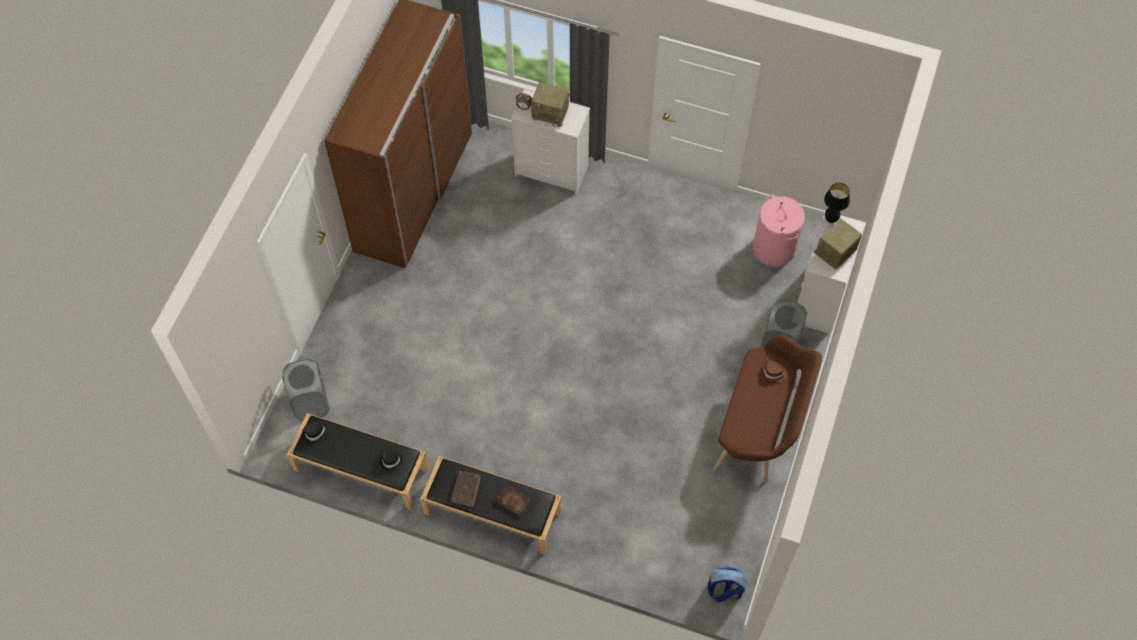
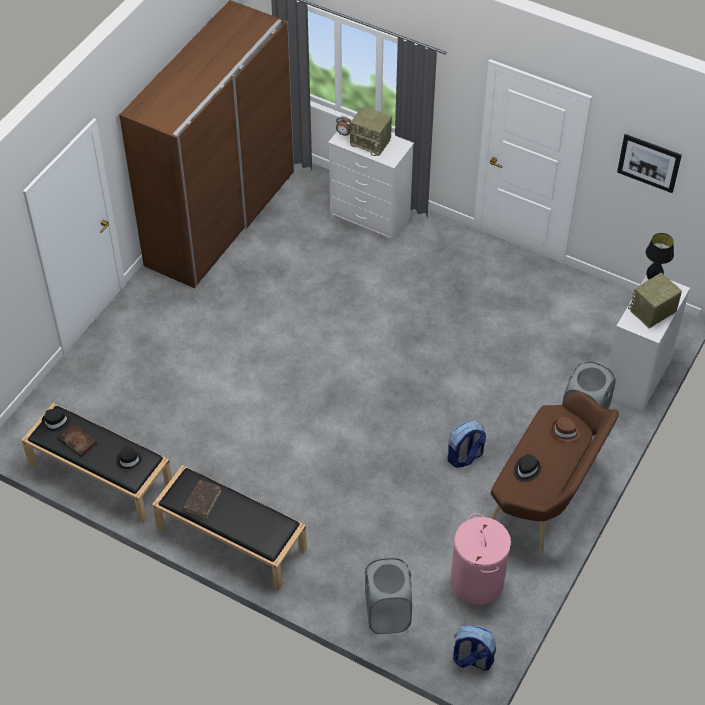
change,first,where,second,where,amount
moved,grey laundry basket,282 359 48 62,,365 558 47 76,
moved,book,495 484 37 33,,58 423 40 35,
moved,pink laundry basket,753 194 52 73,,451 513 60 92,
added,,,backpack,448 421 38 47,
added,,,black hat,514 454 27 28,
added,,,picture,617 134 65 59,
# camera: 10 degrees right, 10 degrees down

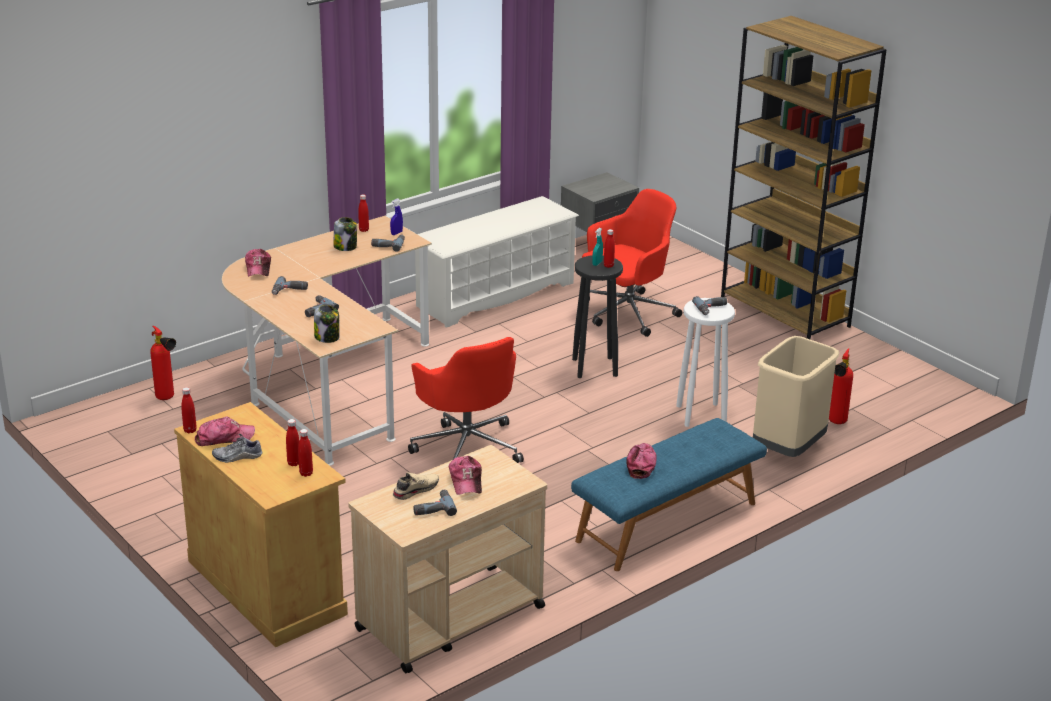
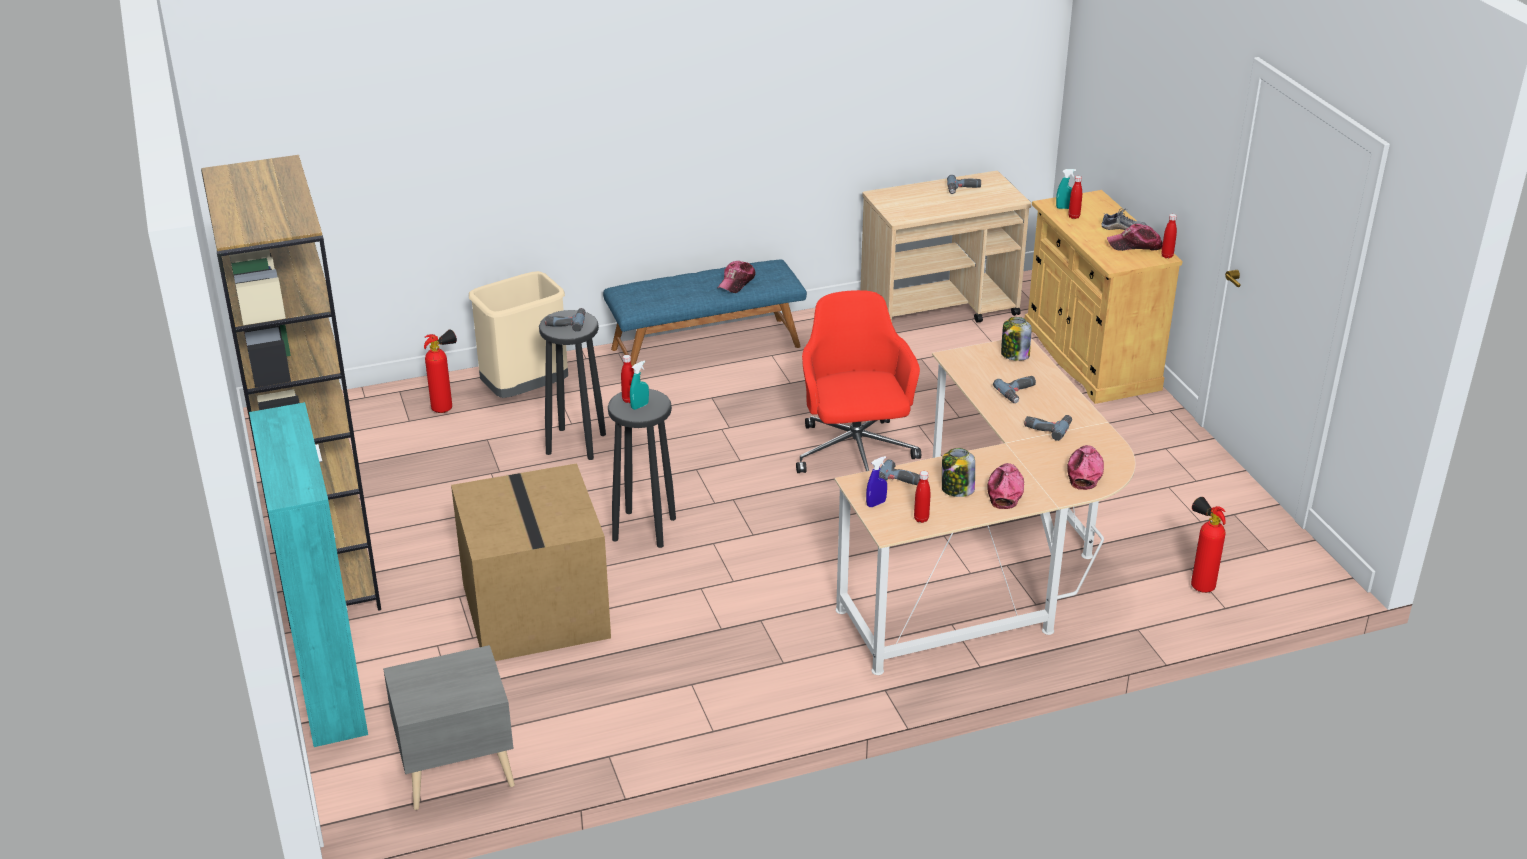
change,first,where,second,where,amount
replaced,red bottle,298 429 15 48,turquoise spray bottle,1056 169 20 40,
removed,beige shoe,392 472 47 28,,,
removed,white shoe rack,415 196 164 132,,,
moved,cap,449 456 33 39,,988 463 36 46,
replaced,red office chair,582 189 100 148,cardboard box,451 463 160 198,
recoloured,white stool,676 298 59 129,black stool,539 310 67 150,
added,,,turquoise cabinet,249 402 119 345,
# camera: 160 degrees left, 5 degrees up

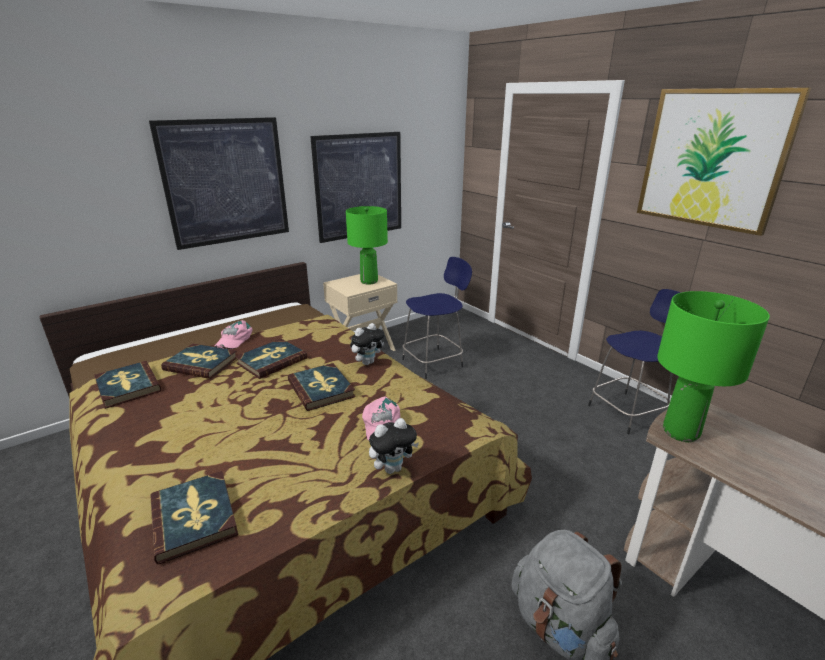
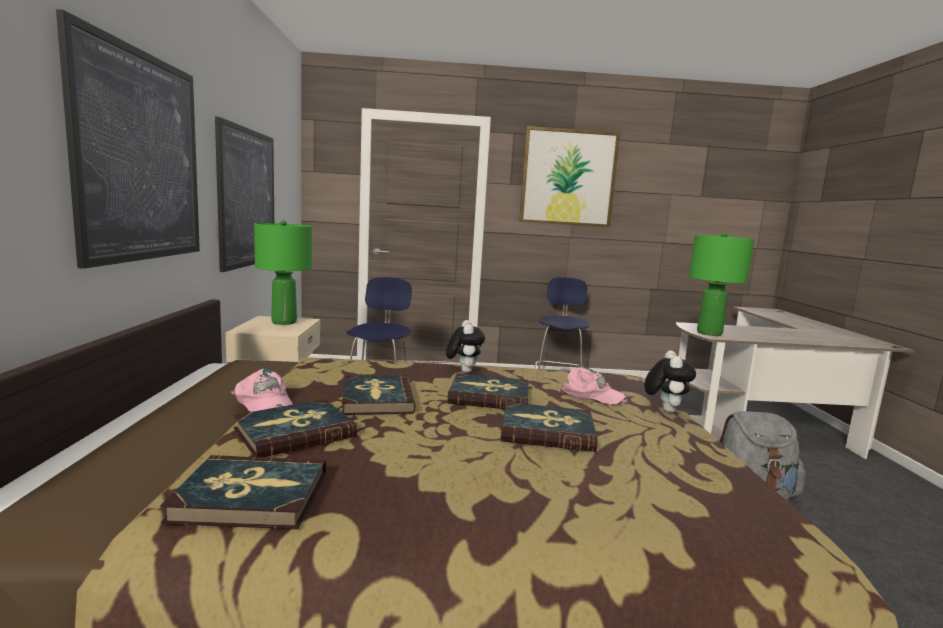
change,first,where,second,where,amount
moved,book,151 471 87 93,,500 402 98 50,
# camera: 55 degrees left, 15 degrees down

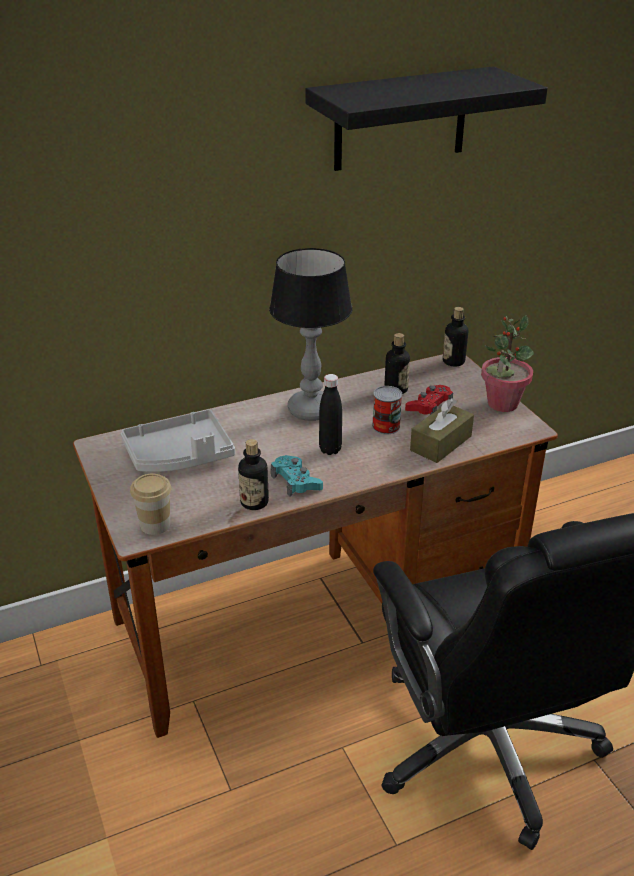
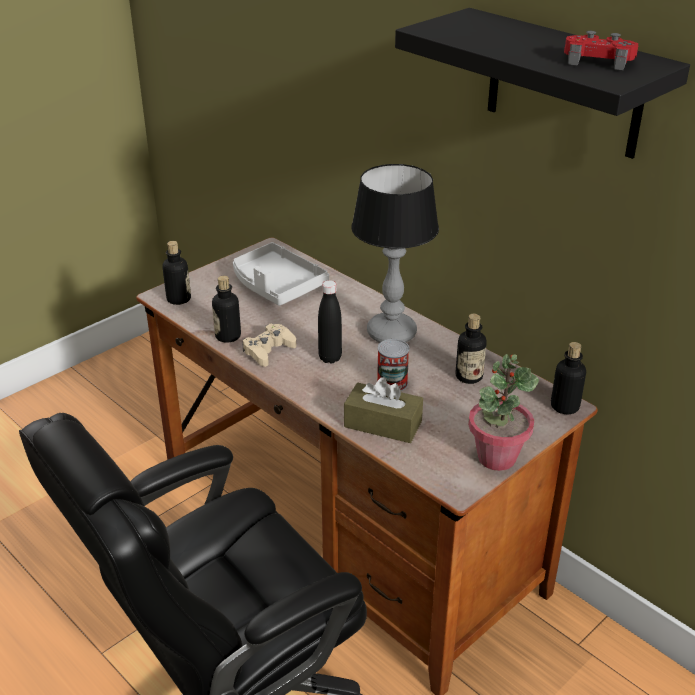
change,first,where,second,where,amount
replaced,cup,130 473 41 62,bottle,162 241 29 64,
recoloured,turquoise game controller,271 455 52 42,beige game controller,243 323 53 44,
moved,red game controller,405 385 48 30,,564 31 74 39,
# camera: 70 degrees right, 0 degrees up

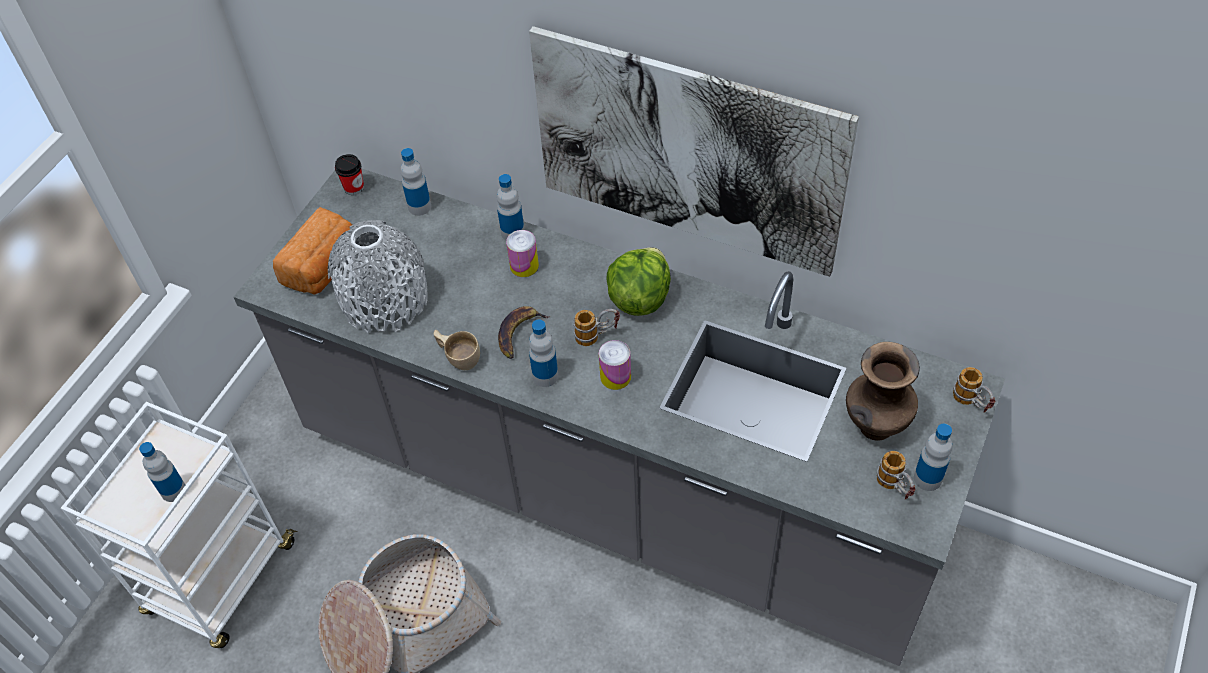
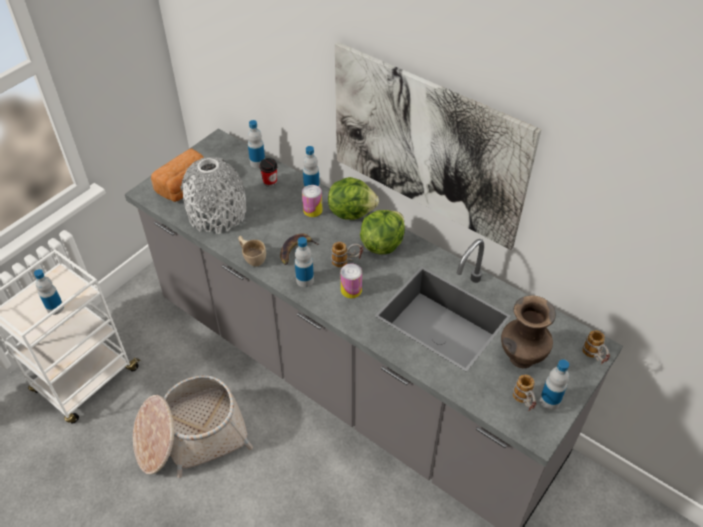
change,first,where,second,where,amount
moved,cup,335 154 29 41,,259 158 19 29,
added,,,lettuce,328 177 51 43,
# camera: 10 degrees right, 5 degrees down

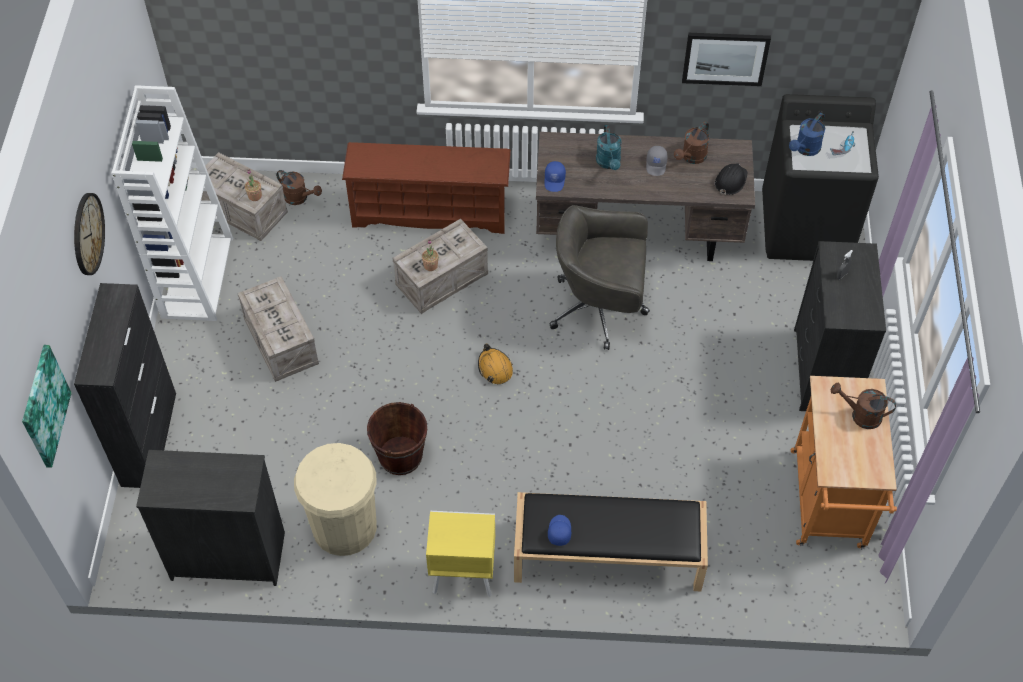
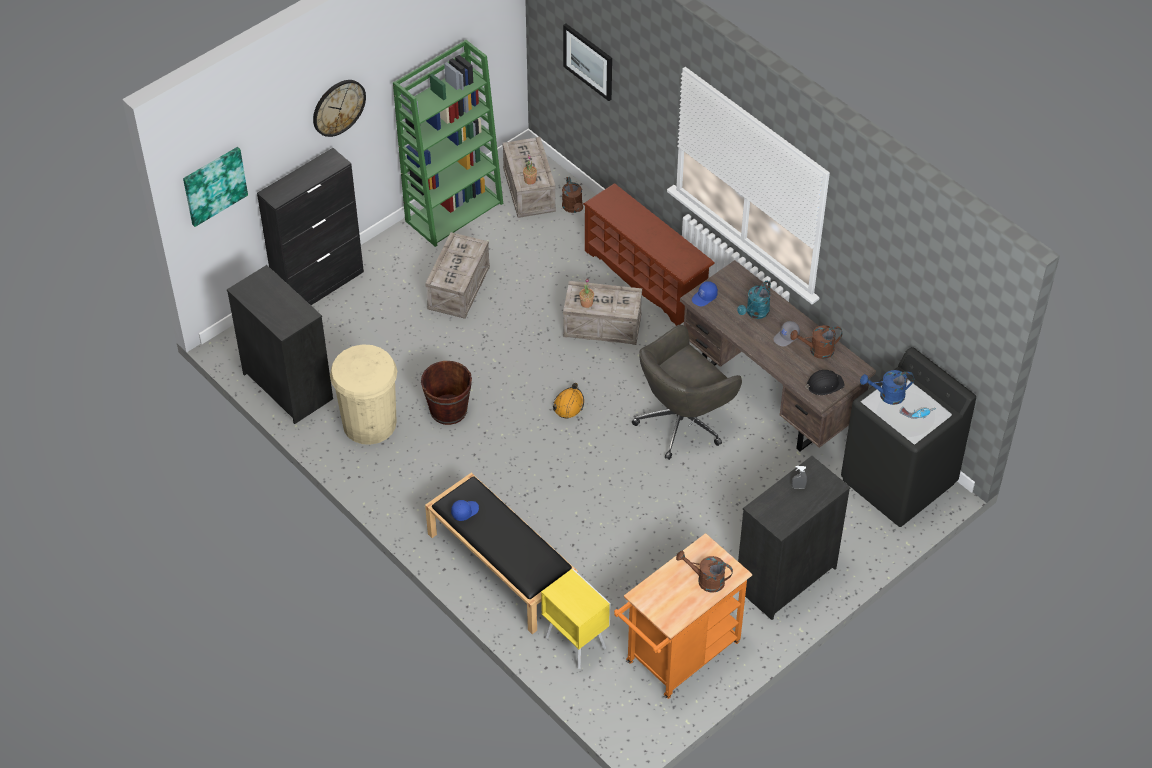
change,first,where,second,where,amount
recoloured,white bookcase,111 85 122 236,green bookcase,393 40 110 207,
moved,yellow nightstand,426 511 69 86,,541 568 69 101,
turned,grey office chair,550 205 100 145,,632 325 110 135,90 degrees counterclockwise
moved,picture,682 33 89 53,,563 23 49 78,
turned,brown watering can,831 383 65 46,,676 550 57 43,45 degrees counterclockwise
# camera: 45 degrees right, 5 degrees down

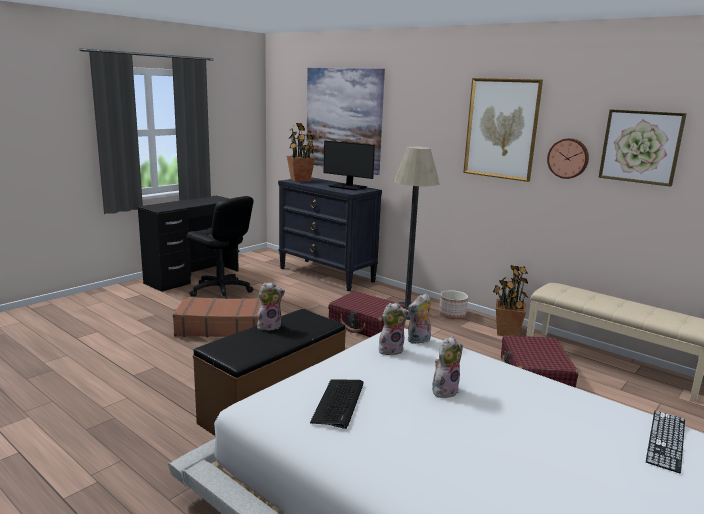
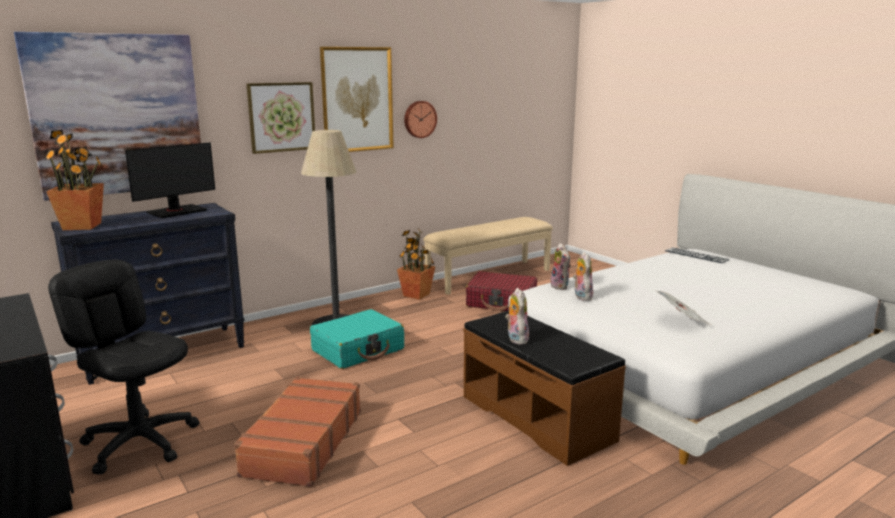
change,first,where,second,where,amount
turned,black office chair,187 196 67 103,,48 259 152 216,105 degrees counterclockwise
replaced,keyboard,310 380 53 49,newspaper,656 291 56 34,
recoloured,red suitcase,328 291 77 46,turquoise suitcase,310 309 94 60,
removed,plush toy,432 336 31 63,,,
removed,planter,439 291 29 28,,,
moved,picture,598 109 89 78,,247 82 68 72,
# camera: 75 degrees left, 0 degrees up

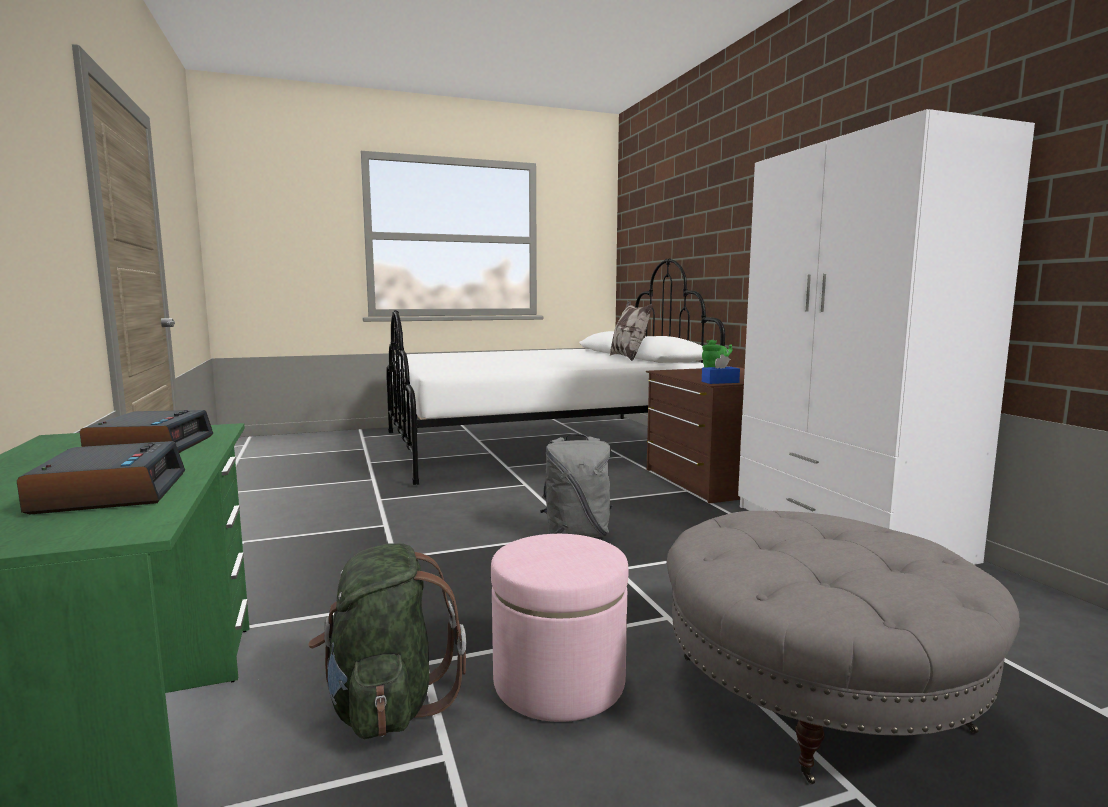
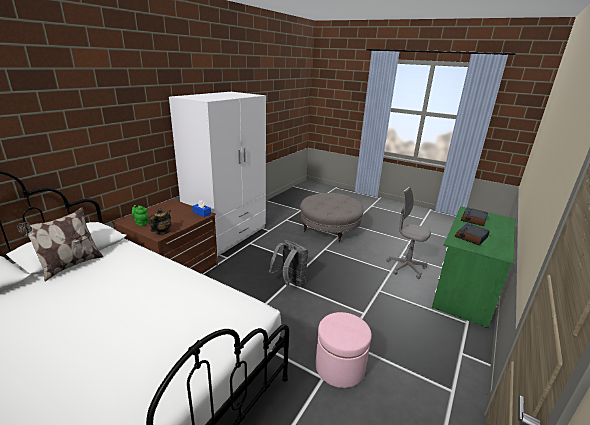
change,first,where,second,where,amount
replaced,green backpack,308 543 158 196,grey office chair,386 187 45 92,
moved,pink ottoman,491 534 137 188,,315 312 57 76,
added,,,teapot,150 208 21 27,
# camera: 130 degrees left, 15 degrees up

